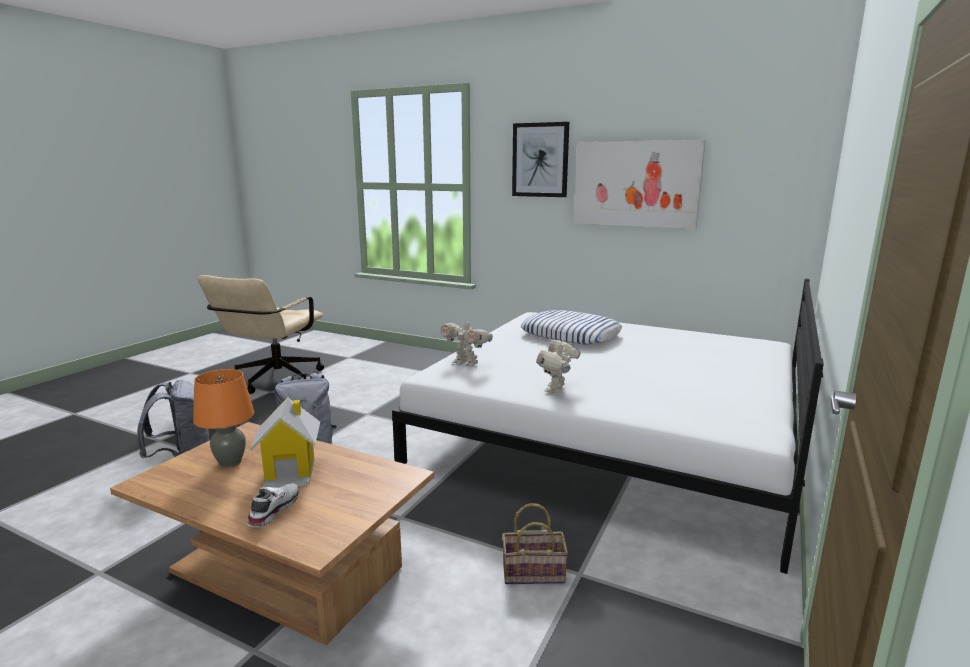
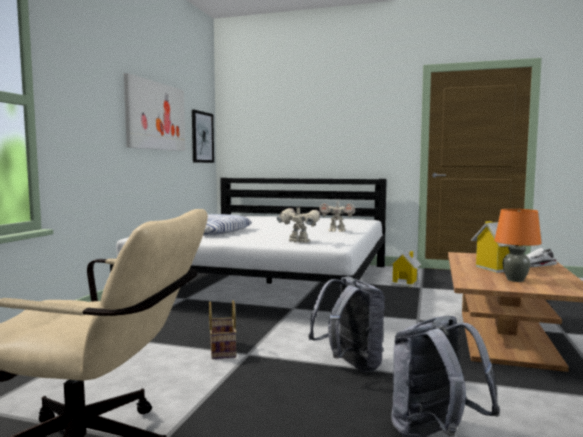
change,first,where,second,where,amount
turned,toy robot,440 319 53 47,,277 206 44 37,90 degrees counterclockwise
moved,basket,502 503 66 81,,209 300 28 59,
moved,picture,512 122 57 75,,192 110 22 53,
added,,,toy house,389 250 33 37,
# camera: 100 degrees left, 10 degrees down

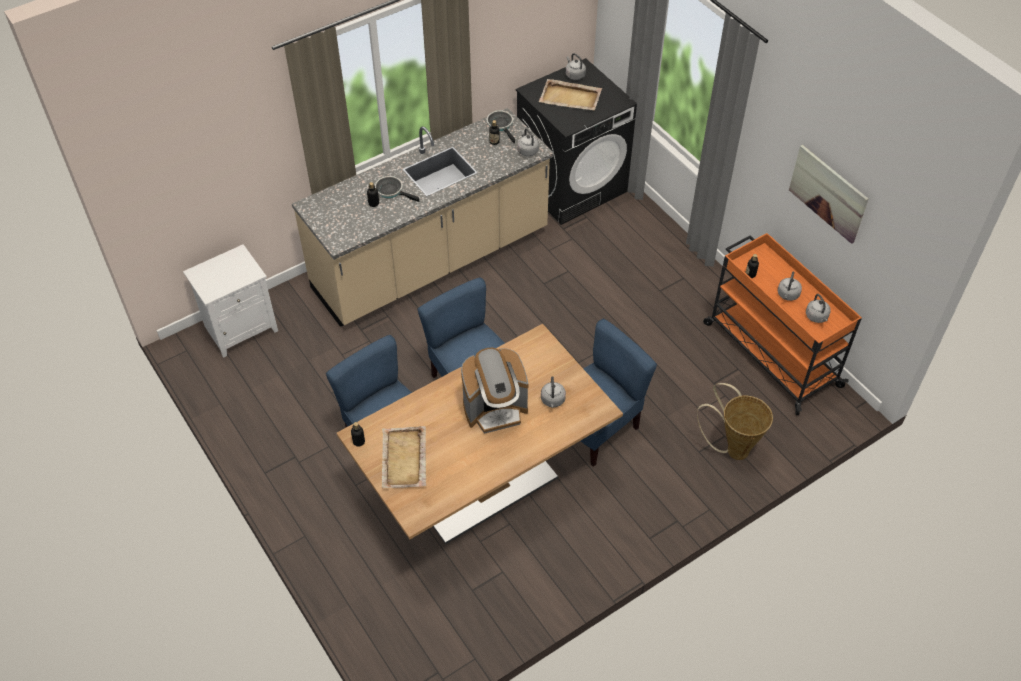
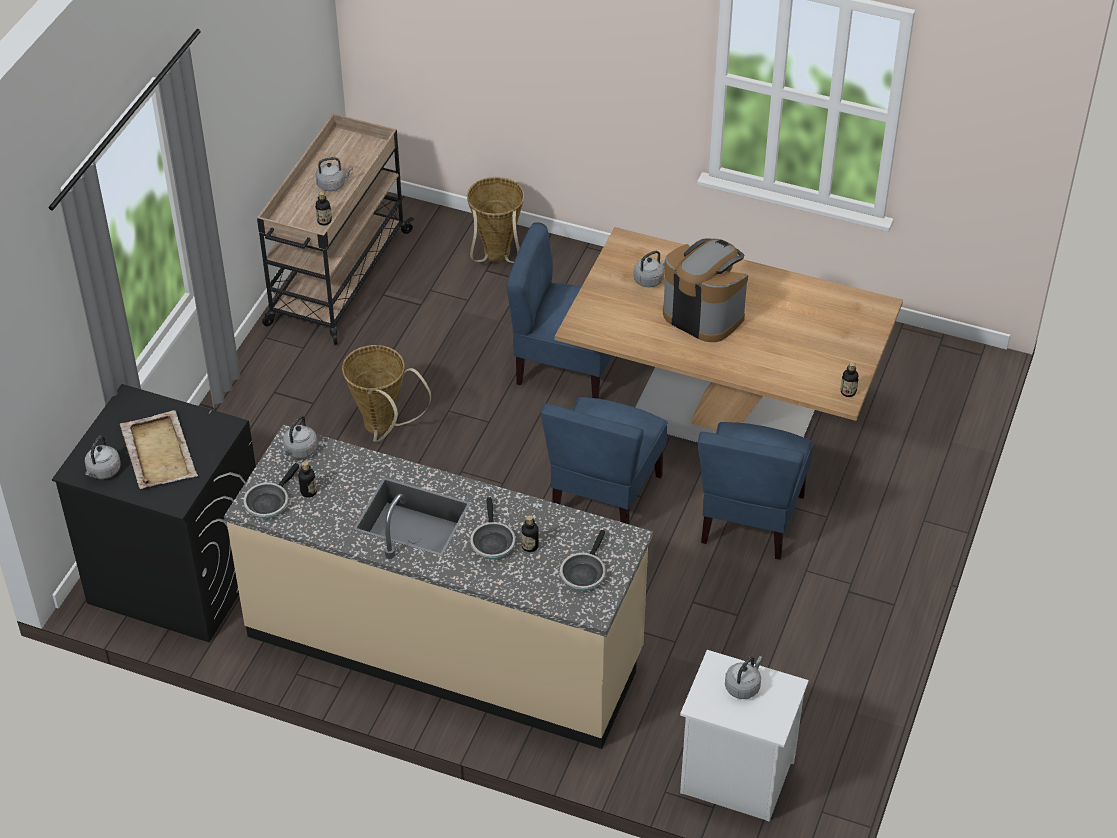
change,first,where,second,where,amount
removed,beige tray,382 426 44 62,,,
recoloured,orange cart,703 233 159 182,beige cart,257 114 157 231,
removed,picture,789 145 79 99,,,
moved,grey kettle,806 294 25 29,,725 656 38 43,
added,,,basket,342 345 89 97,
added,,,frying pan,560 530 45 61,
# camera: 125 degrees left, 5 degrees down

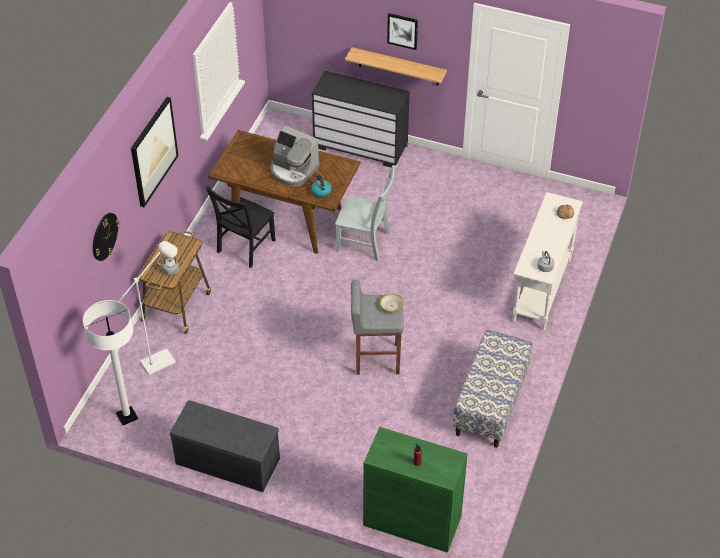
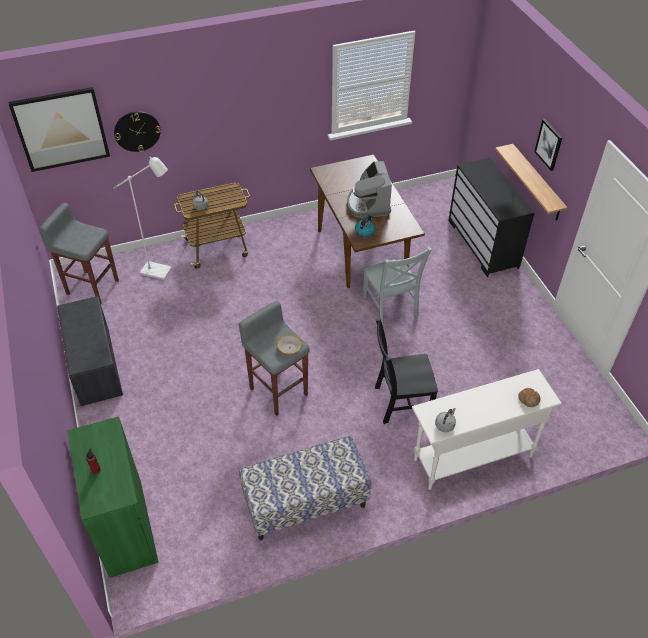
change,first,where,second,where,amount
replaced,white floor lamp,83 300 55 125,grey stool,39 203 80 100,
moved,picture,131 97 47 110,,8 87 102 85,
moved,black chair,205 185 71 83,,375 318 63 106,
# camera: 50 degrees right, 0 degrees up

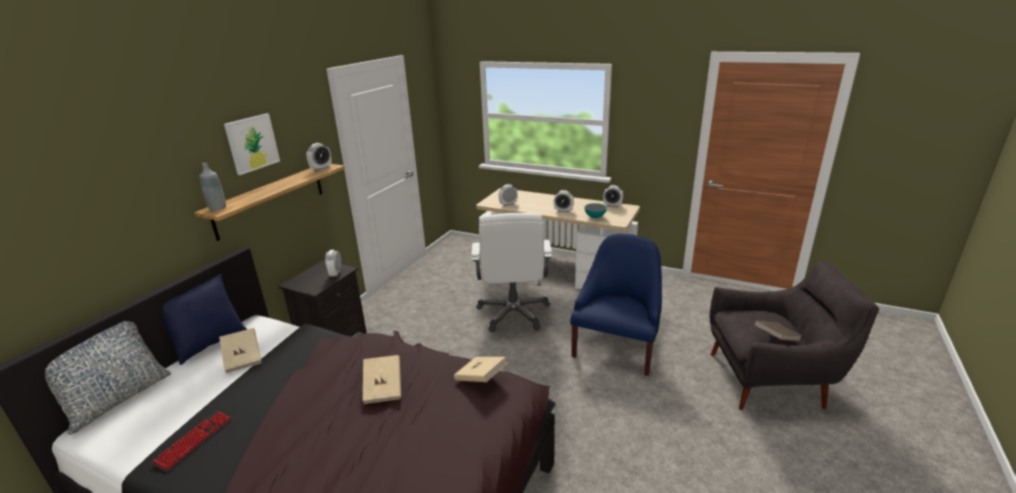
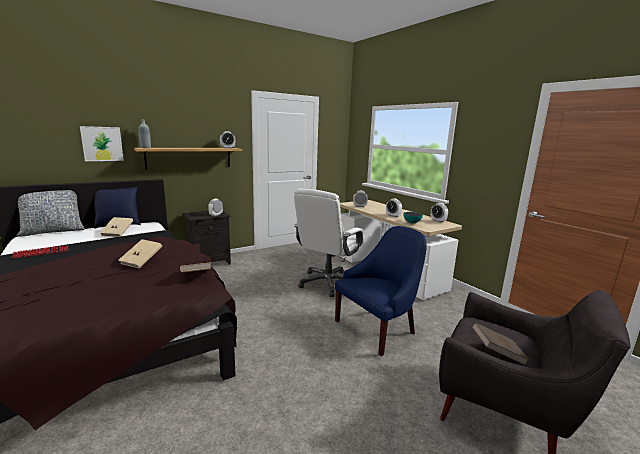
change,first,where,second,where,amount
moved,picture,224 114 56 61,,80 126 44 35,
# camera: 30 degrees right, 10 degrees down

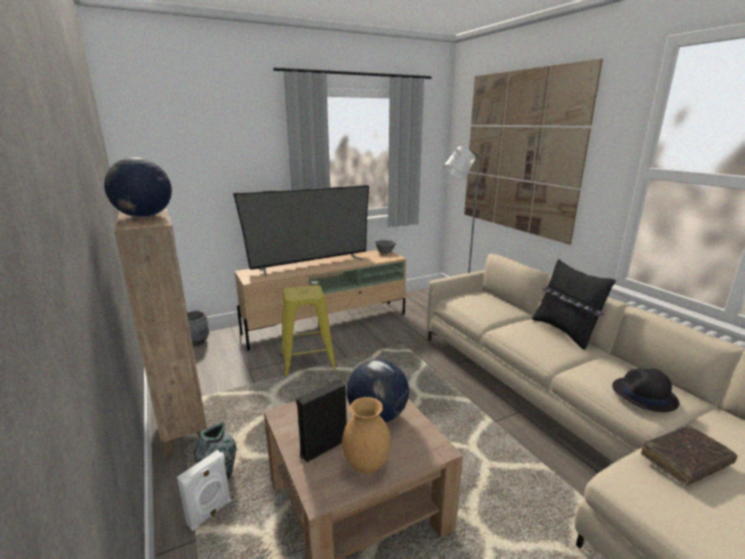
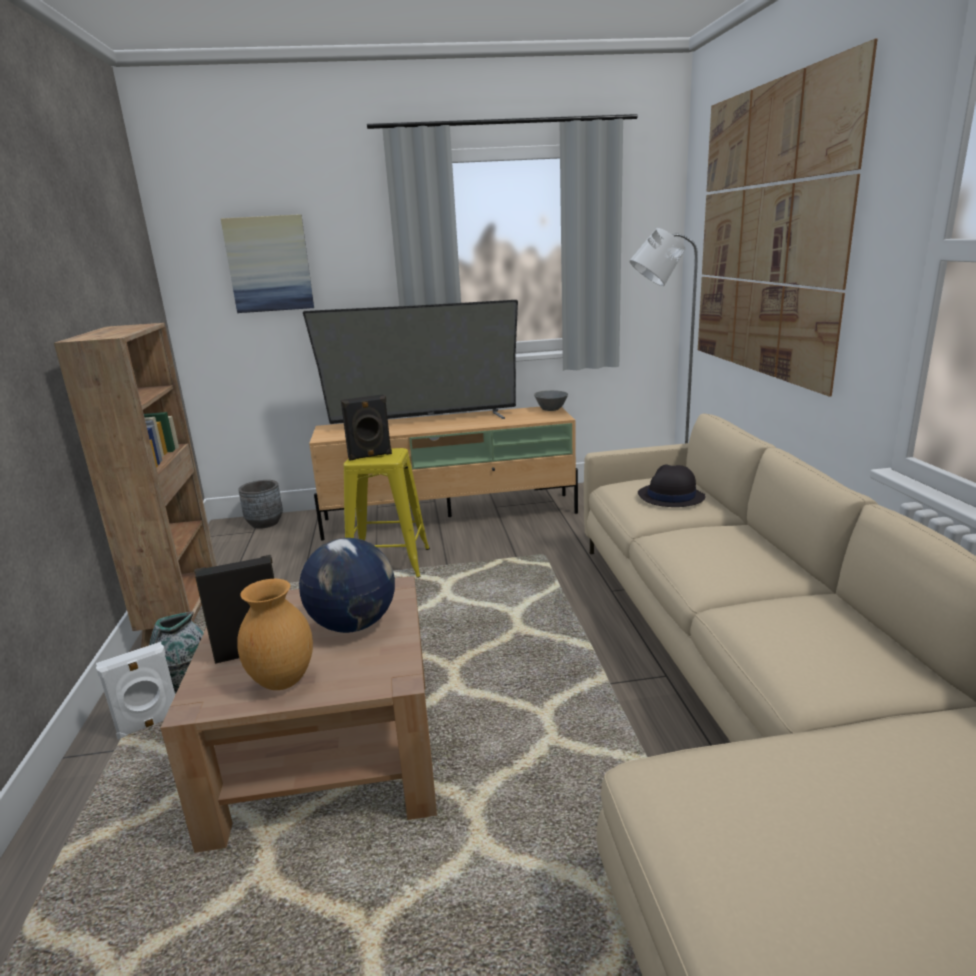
change,first,where,second,where,amount
removed,globe,104 157 68 61,,,
removed,black pillow,532 259 84 91,,,
moved,black hat,612 368 67 44,,638 464 68 43,
removed,brown book,641 426 97 59,,,
added,,,picture,220 214 94 99,
added,,,black speaker,341 394 51 67,
# camera: 20 degrees right, 0 degrees up

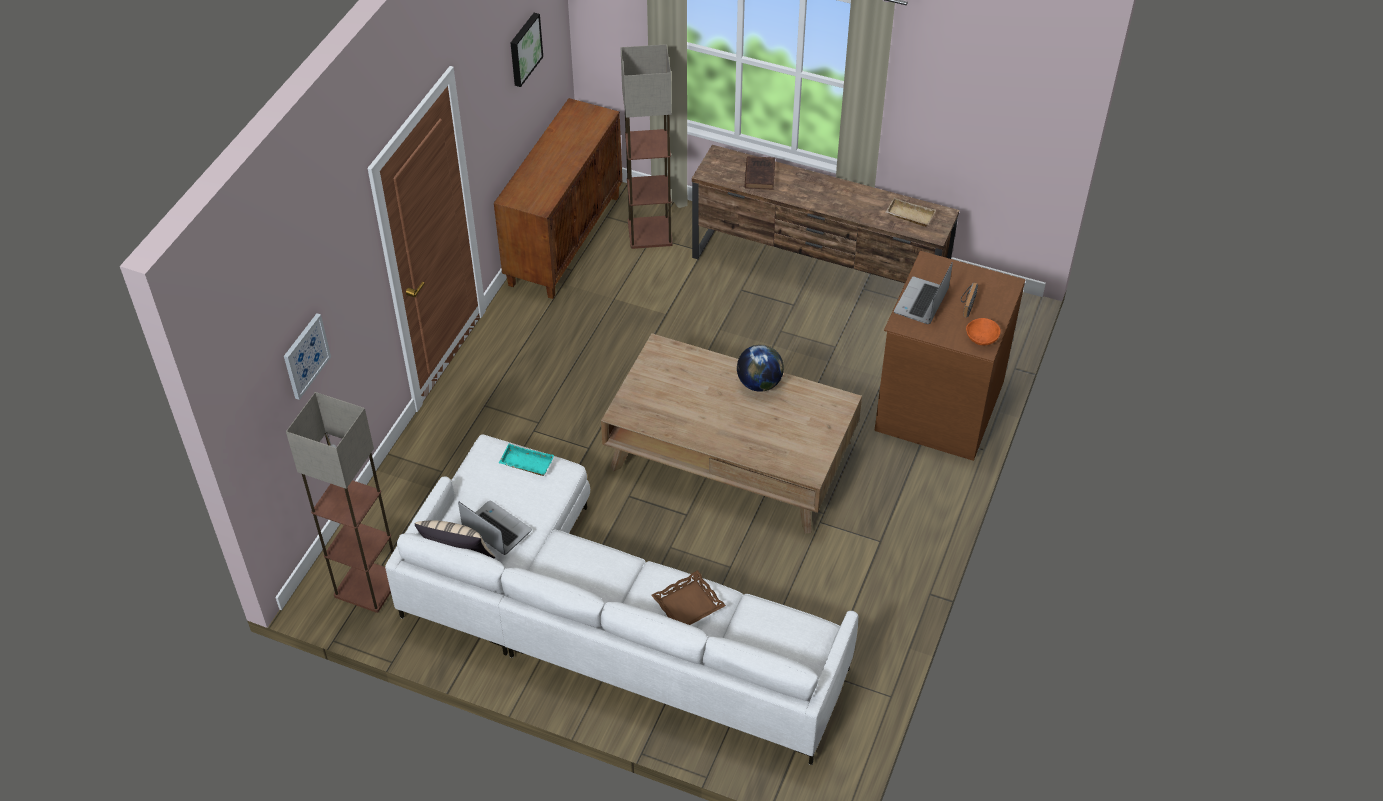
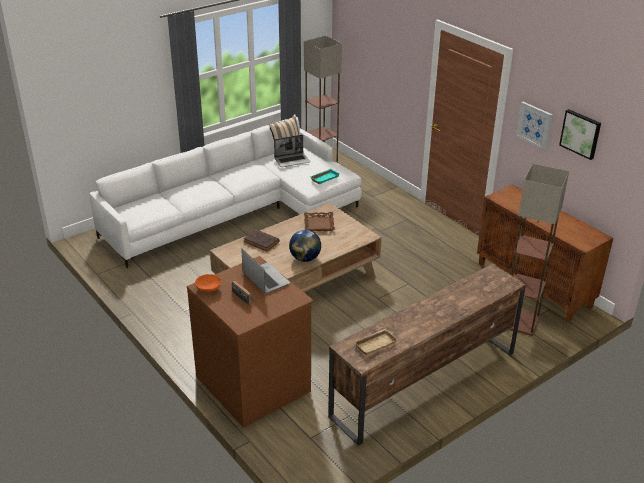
change,first,where,second,where,amount
moved,picture,284 313 47 87,,516 102 37 48,
moved,brown tray,652 570 74 55,,304 212 31 19,
moved,brown book,745 156 30 34,,244 229 35 22,
# camera: 120 degrees right, 15 degrees down

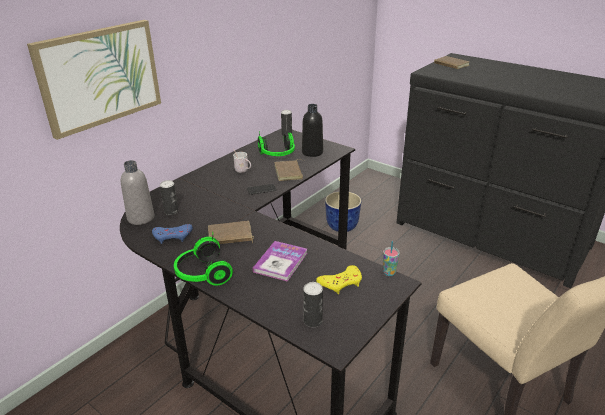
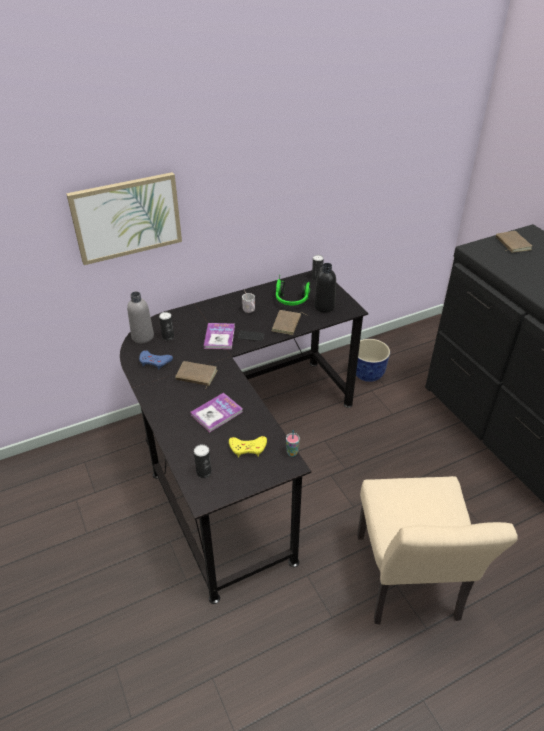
change,first,where,second,where,amount
removed,headphones,174 232 59 53,,,
added,,,book,204 323 31 26,
# camera: 25 degrees right, 10 degrees up

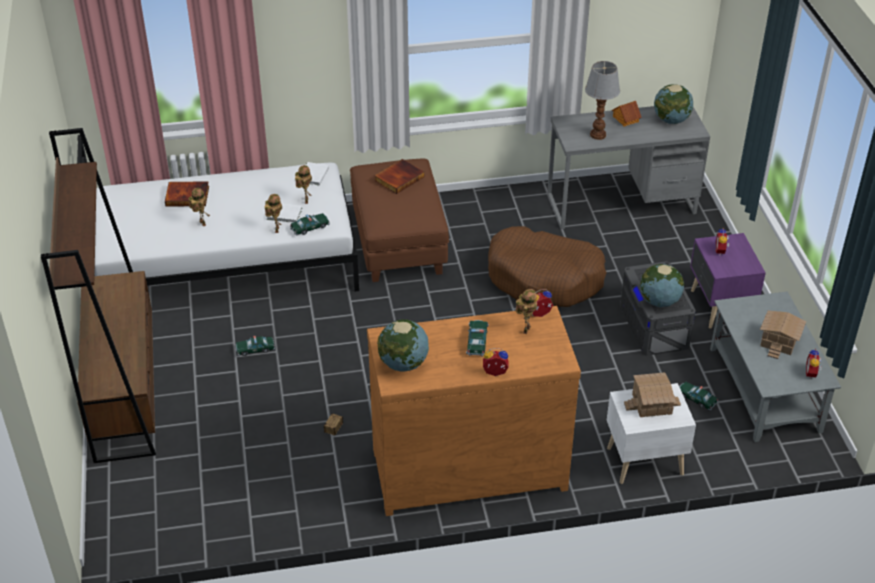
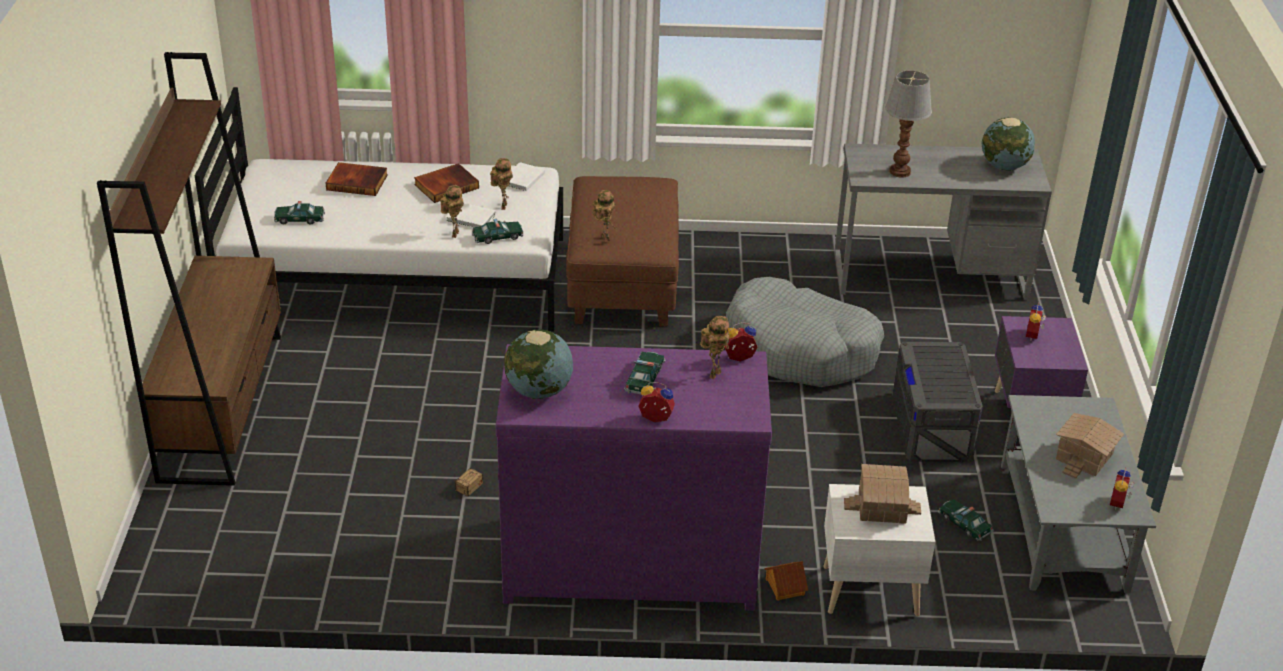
change,first,where,second,where,amount
moved,toy robot,188 188 21 39,,593 190 24 53,
moved,toy car,236 336 39 20,,274 201 51 23,
recoloured,brown dresser,367 306 214 210,purple dresser,496 344 276 267,
moved,book,375 159 49 35,,414 163 65 40,
recoloured,brown dog bed,488 226 119 81,grey dog bed,726 277 158 110,
moved,toy house,612 101 30 26,,764 561 44 40,
removed,globe,640 264 44 43,,,
# camera: 10 degrees right, 5 degrees down

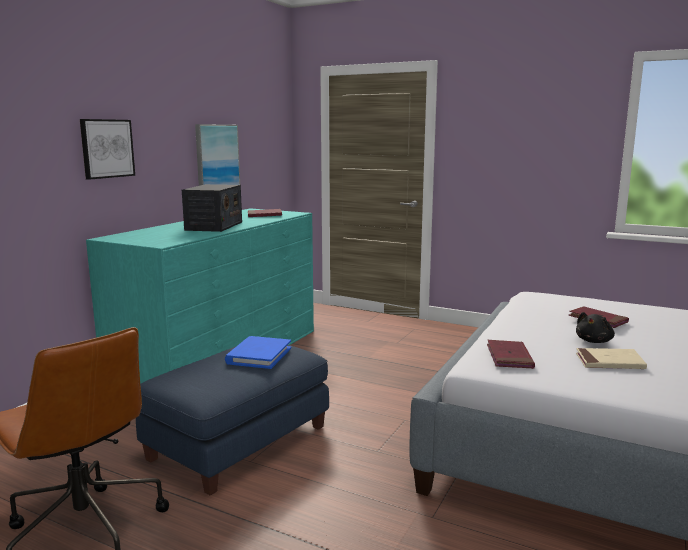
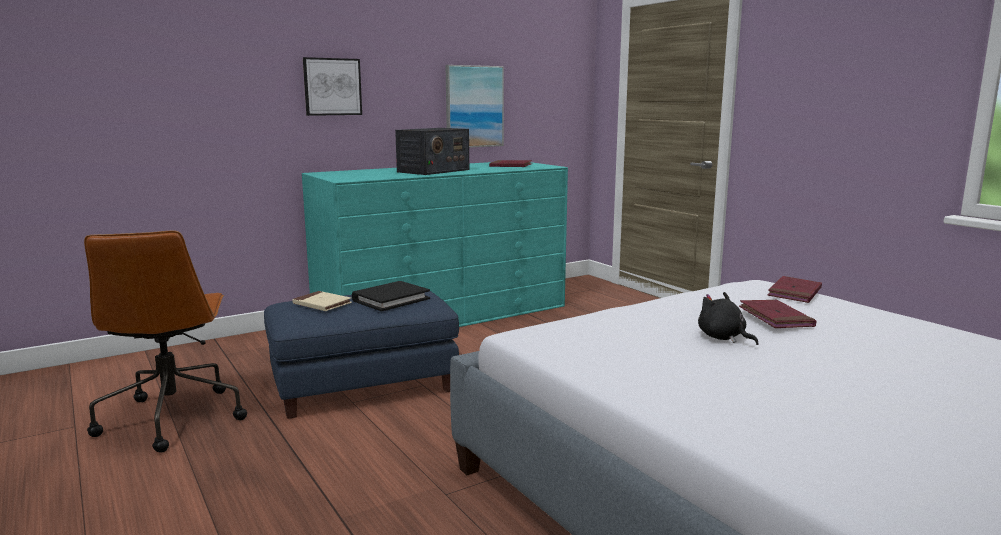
change,first,where,second,where,amount
recoloured,blue book,225 336 66 33,black book,352 281 78 30,
moved,red book,487 340 48 29,,767 276 55 27,
turned,black plush toy,576 312 39 31,,698 292 60 53,75 degrees clockwise
moved,beige book,576 348 71 21,,292 291 60 20,
# camera: 30 degrees right, 0 degrees up

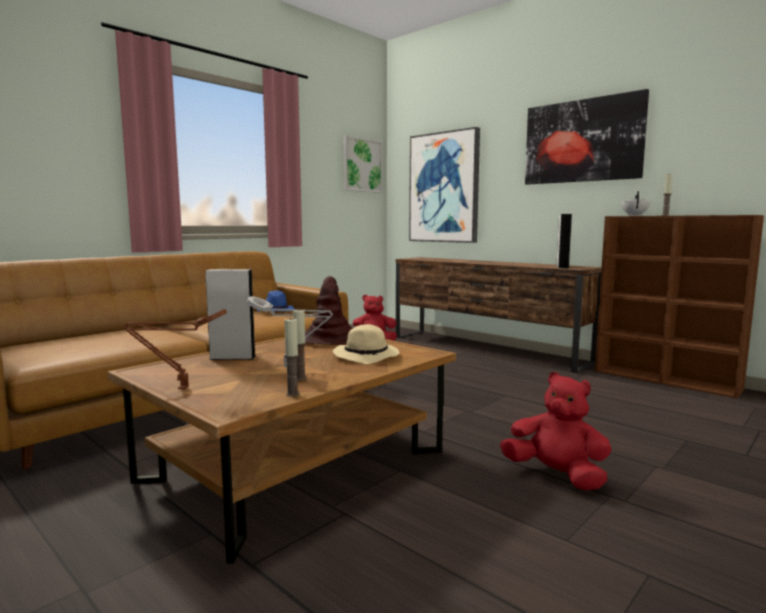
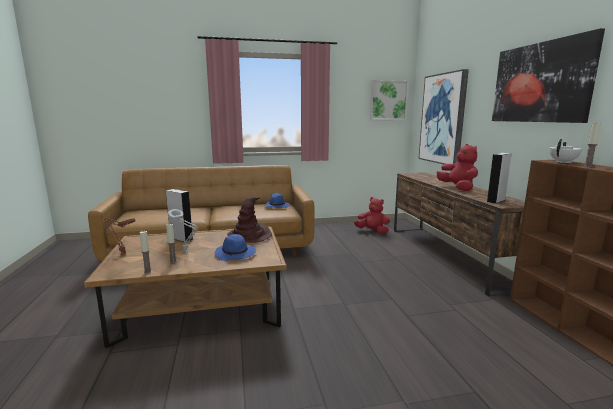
change,first,where,second,where,amount
recoloured,beige hat,333 324 66 40,blue hat,215 234 41 27,
moved,red plush toy,500 372 112 119,,437 144 41 47,
# camera: 35 degrees right, 5 degrees up

